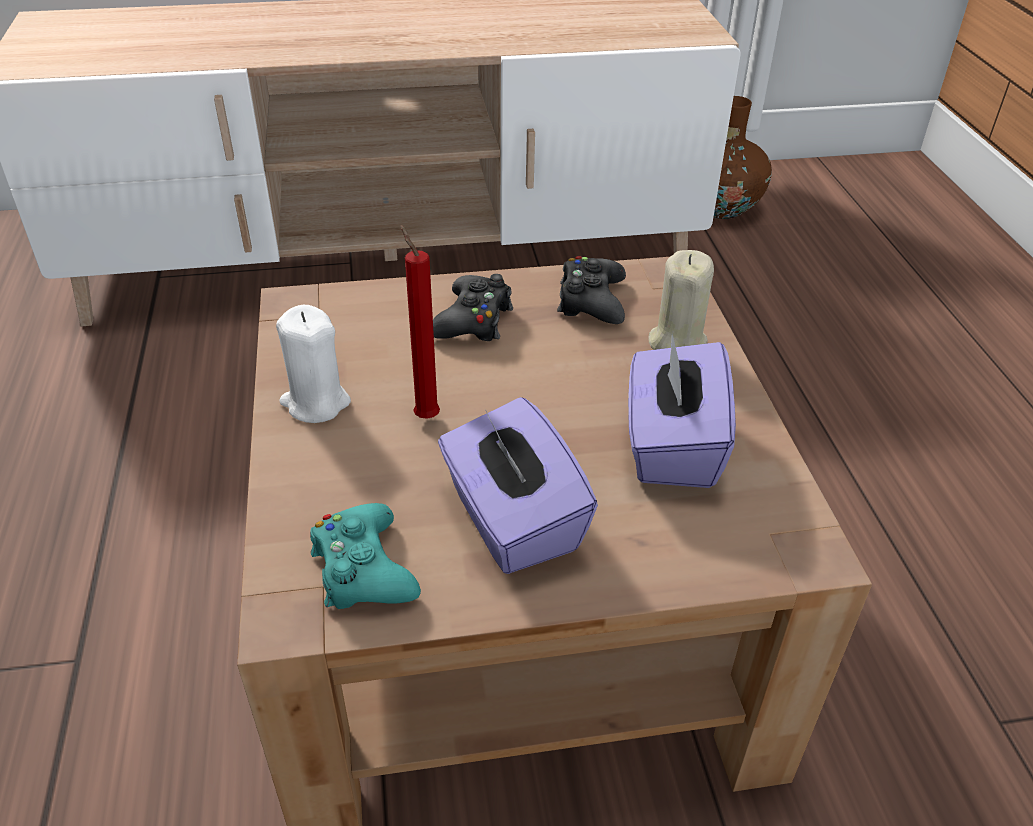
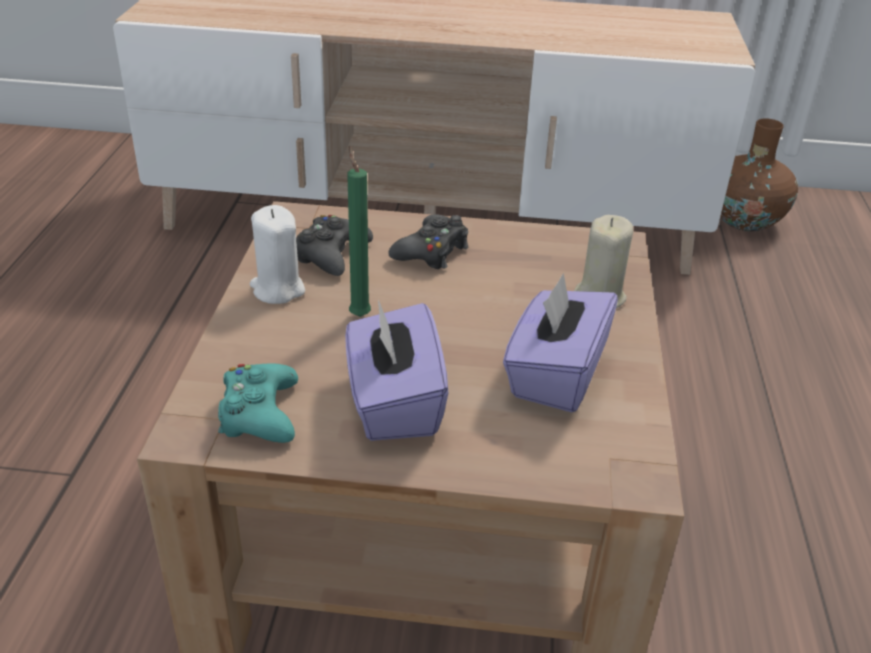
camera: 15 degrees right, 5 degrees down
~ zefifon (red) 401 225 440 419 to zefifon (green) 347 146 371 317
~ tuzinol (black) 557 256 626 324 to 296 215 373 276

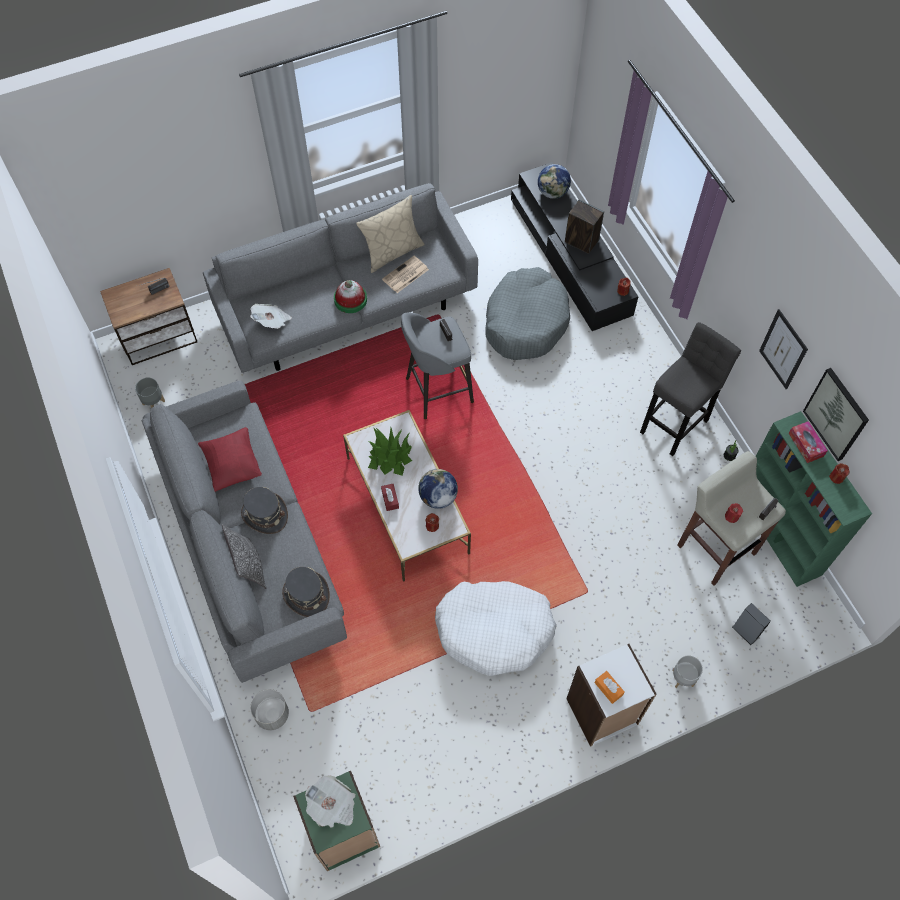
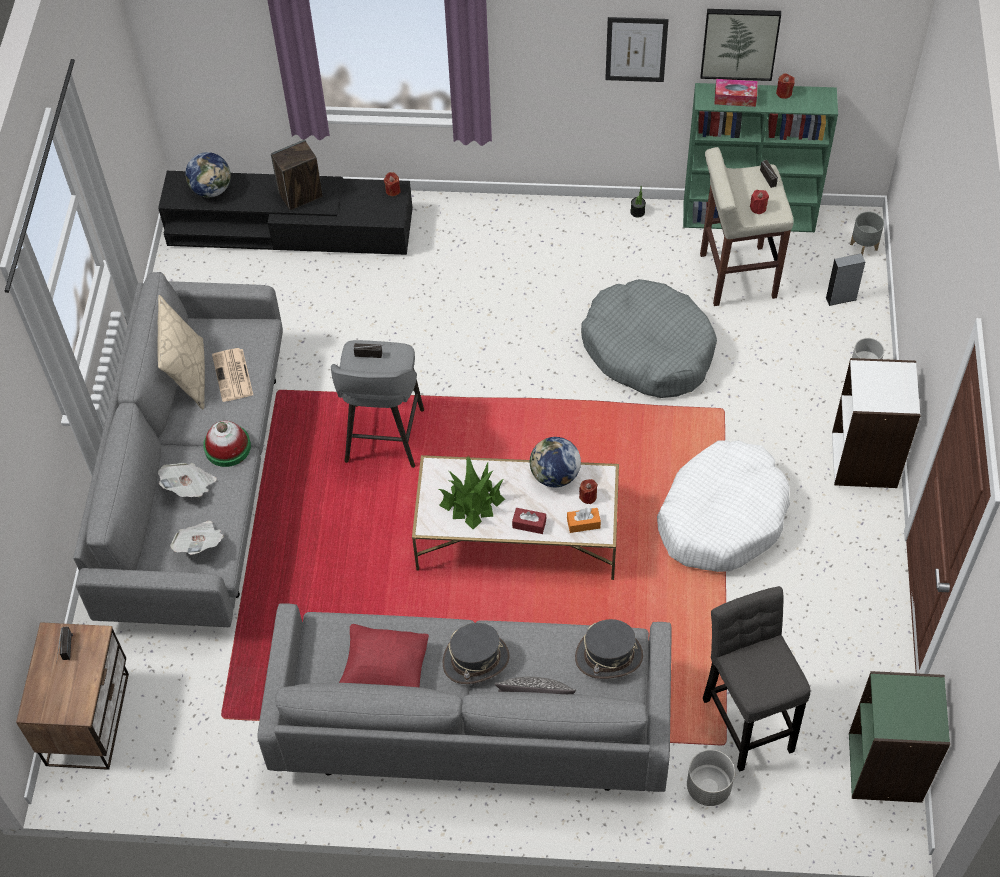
camera: 60 degrees left, 5 degrees down
~ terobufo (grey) 485 267 570 360 to 581 279 717 398
~ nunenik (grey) 640 322 741 456 to 703 586 810 772
~ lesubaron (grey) 135 377 165 408 to 850 212 884 255
~ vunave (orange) 595 671 625 704 to 567 508 601 533
~ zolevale 305 775 355 828 to 158 463 217 497

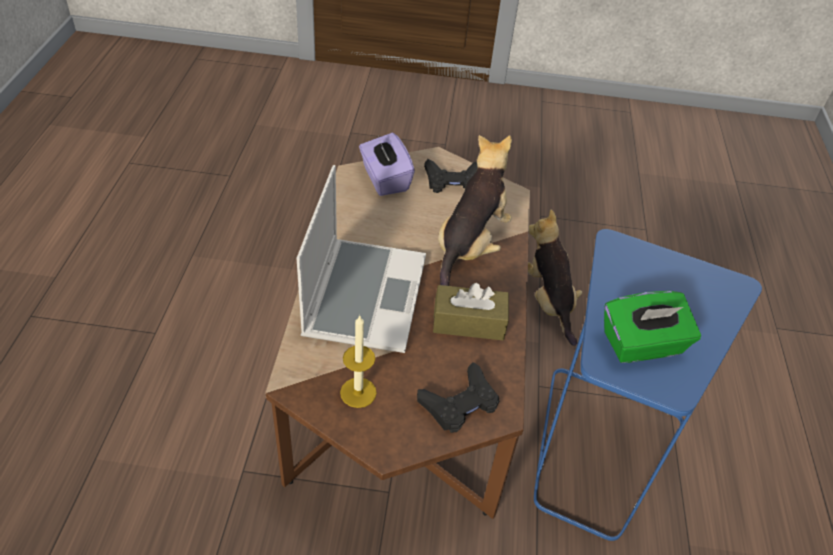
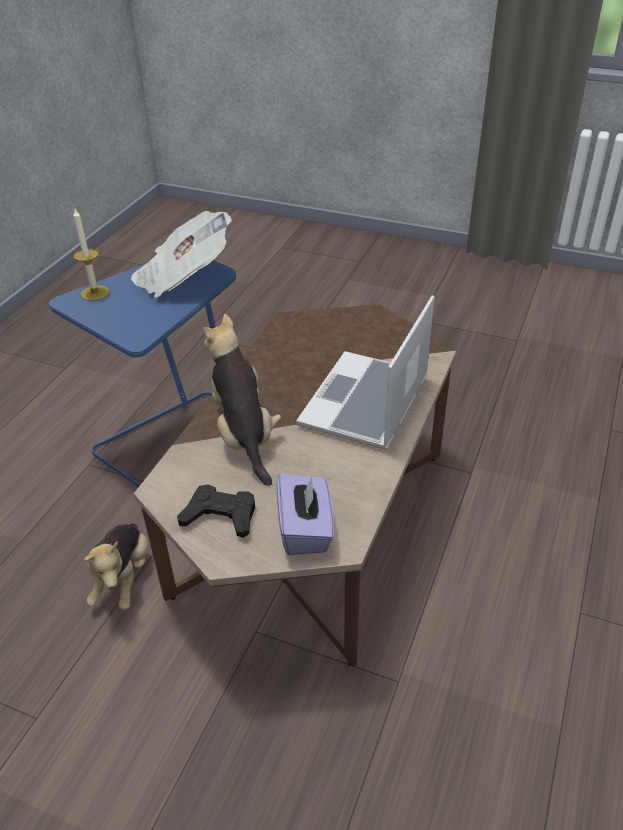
camera: 160 degrees left, 5 degrees down
~ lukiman 438 135 512 286 = 203 314 281 486 120 degrees clockwise
- vunave (brown) 433 283 509 340
~ vunave (green) 604 291 701 363 to zolevale 131 211 232 297
~ zefifon 340 314 377 408 to 73 209 109 301
- tuzinol (black) 417 362 499 433

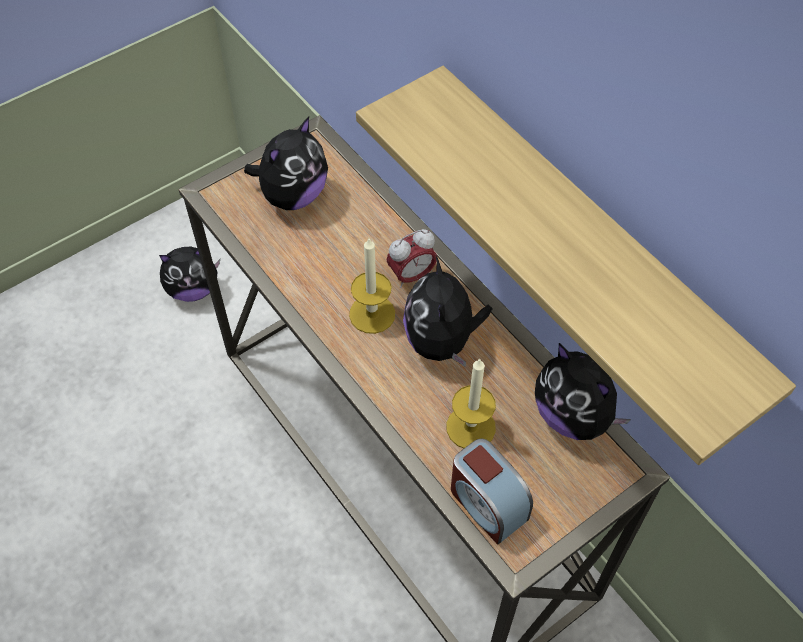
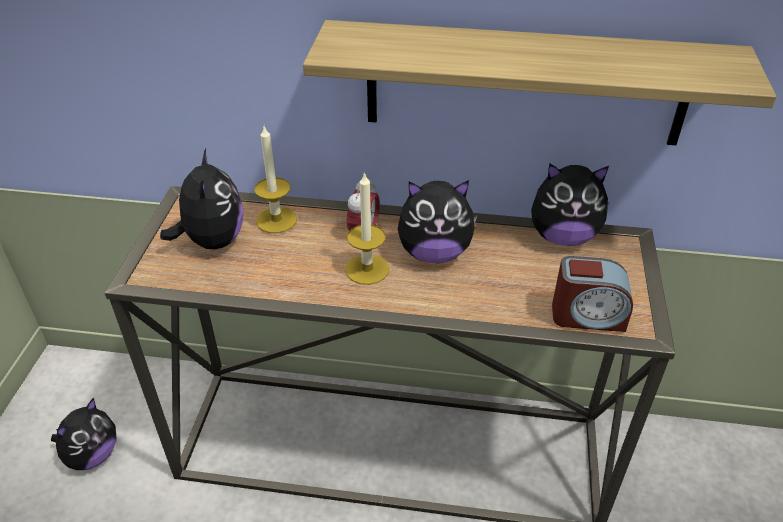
camera: 45 degrees left, 15 degrees down
~ lukiman 403 256 493 367 = 398 180 478 263 45 degrees counterclockwise
~ zefifon 446 358 496 448 to 254 126 297 233

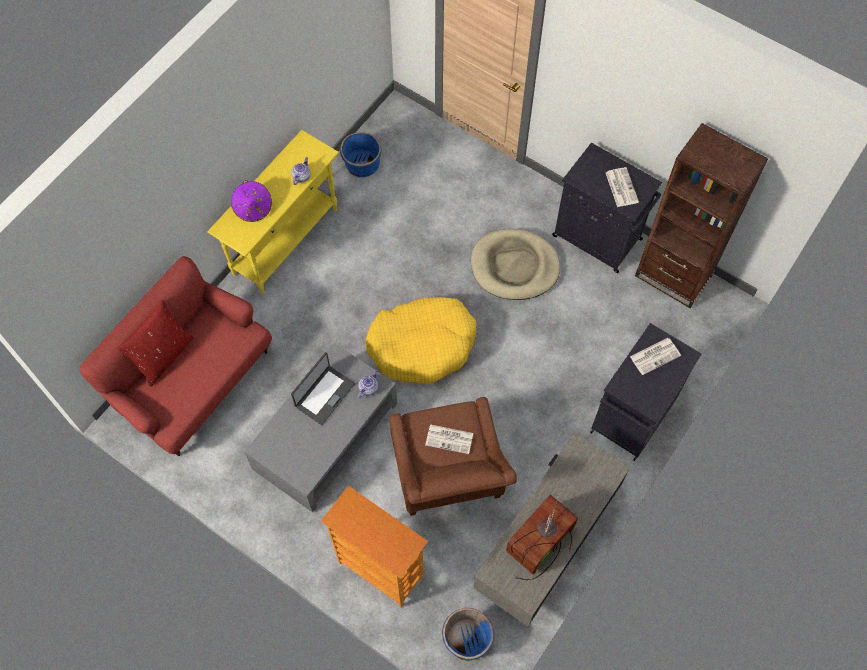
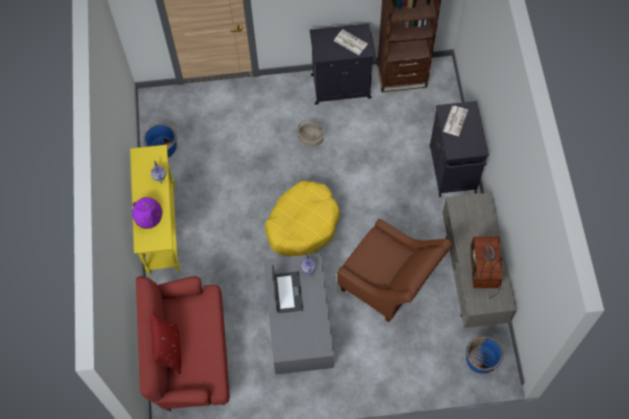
camera: 40 degrees left, 0 degrees up
~ terobufo (beige) 471 229 560 300 to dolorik 297 120 324 147
- zolevale 425 424 473 454
- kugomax 321 486 428 607

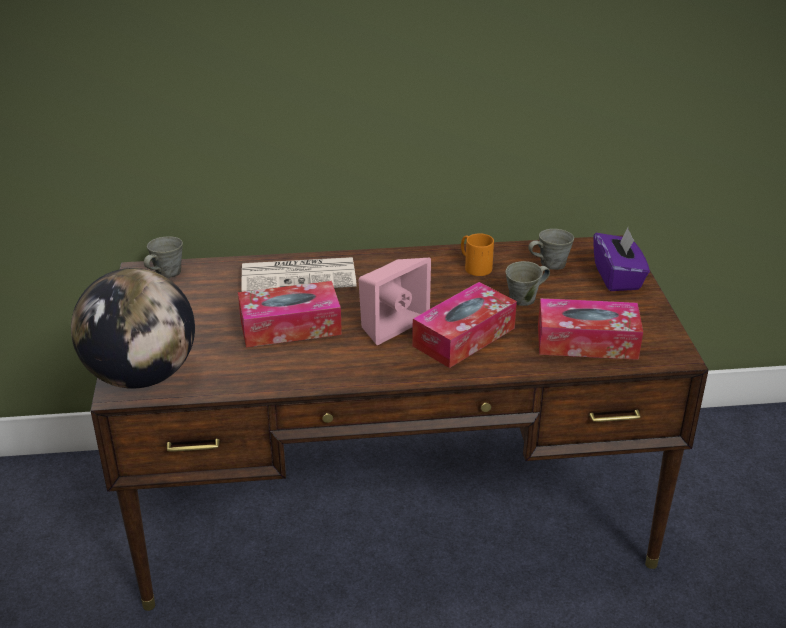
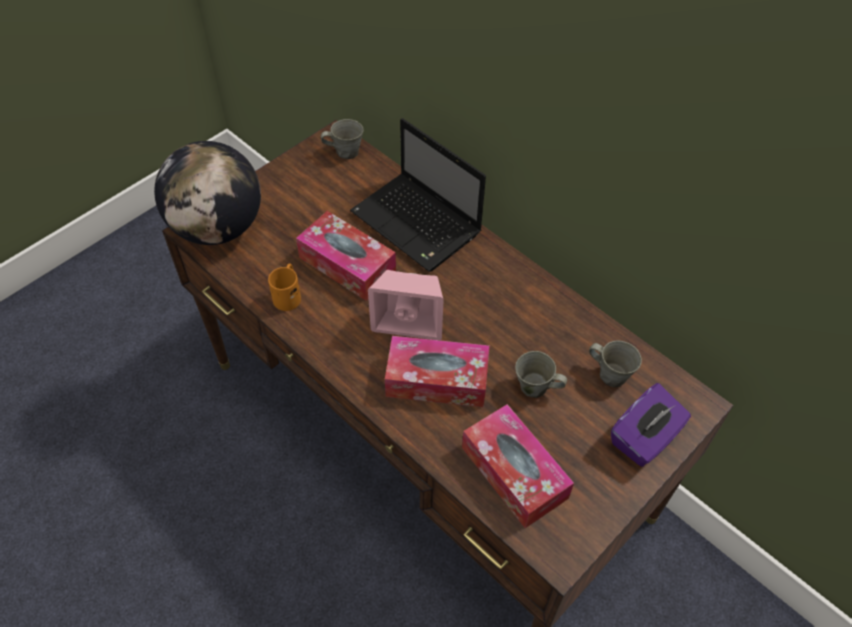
camera: 50 degrees right, 20 degrees up
~ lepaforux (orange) 461 233 494 276 to 268 264 301 311
~ zolevale 241 257 357 292 to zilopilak 350 118 486 272

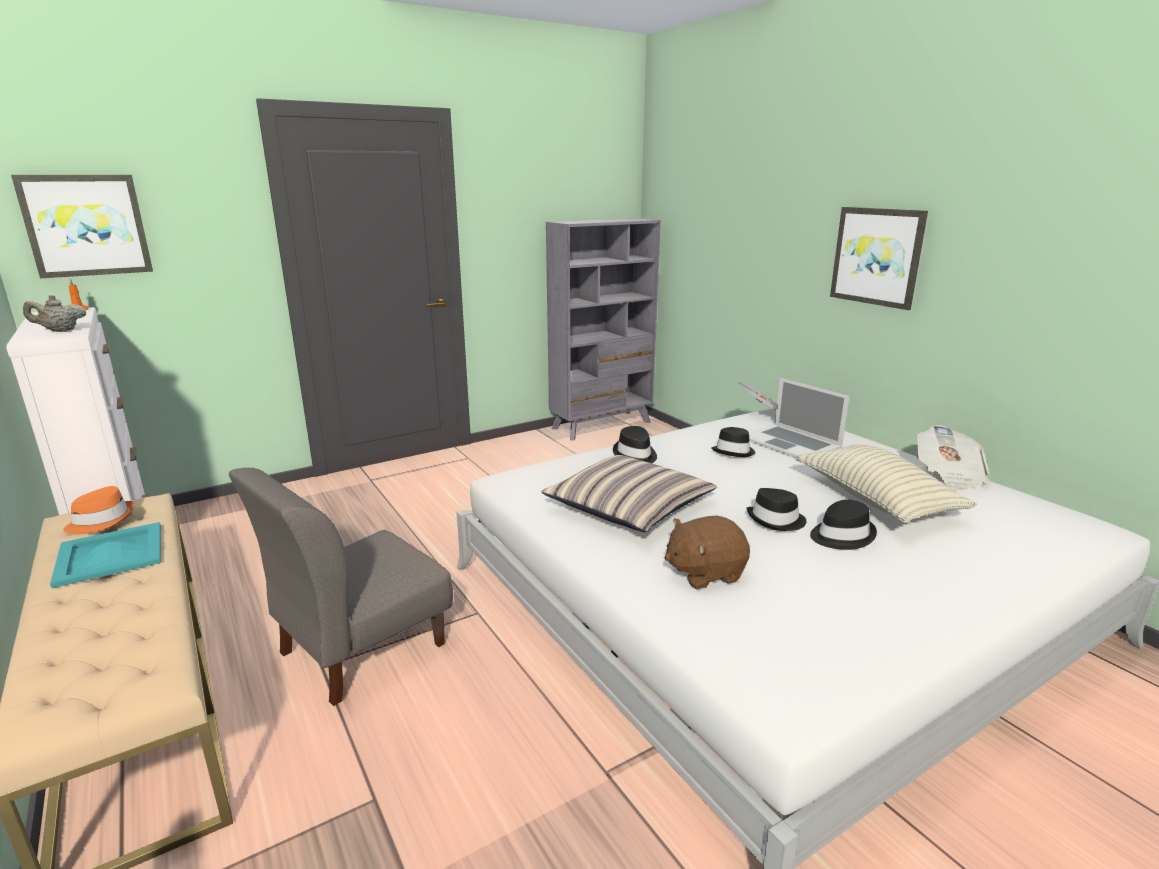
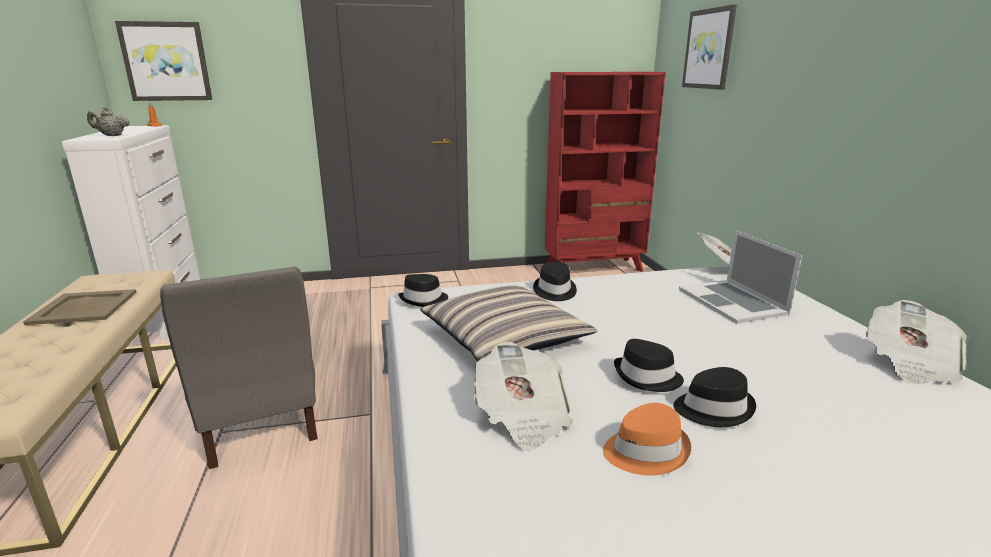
camera: 20 degrees right, 0 degrees up
~ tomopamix 830 207 928 310 to 682 4 737 90
~ kugomax (grey) 546 218 661 440 to kugomax (red) 545 72 666 272
~ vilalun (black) 711 427 755 457 to 398 274 448 307
- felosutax 795 445 976 524
~ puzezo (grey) 229 468 453 706 = 160 267 318 469 90 degrees counterclockwise
~ vilalun (orange) 63 486 134 534 to 603 403 691 476
~ lukiman (brown) 665 515 750 589 to zolevale 474 342 573 451
~ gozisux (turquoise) 50 522 161 588 to gozisux (beige) 23 289 136 325

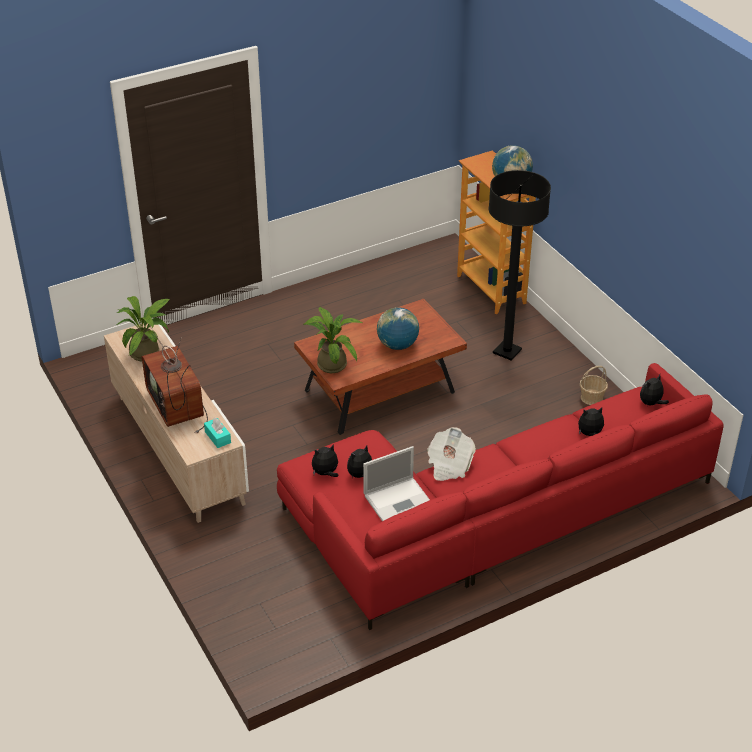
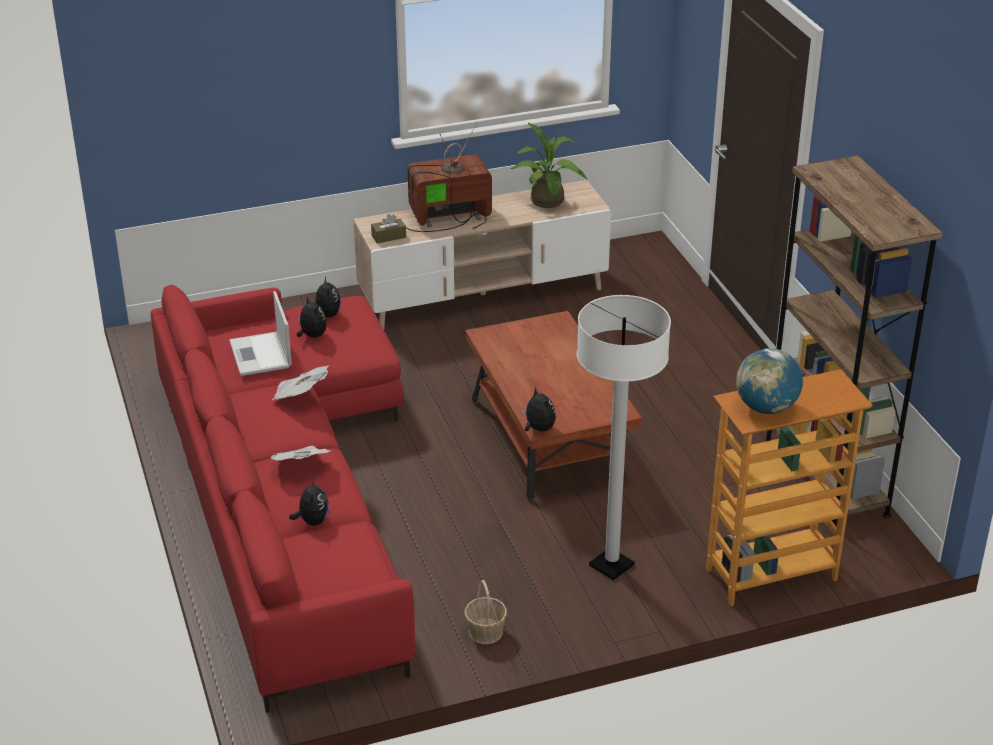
camera: 100 degrees right, 5 degrees down
~ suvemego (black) 489 170 551 360 to suvemego (white) 577 295 671 580
- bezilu 303 307 362 373
- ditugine 377 307 419 350
~ lukiman 640 375 669 407 to 522 387 556 431
~ vunave (turquoise) 204 418 231 448 to vunave (brown) 371 214 406 243
+ kugomax (brown) 765 156 943 527
+ zolevale 270 446 332 461

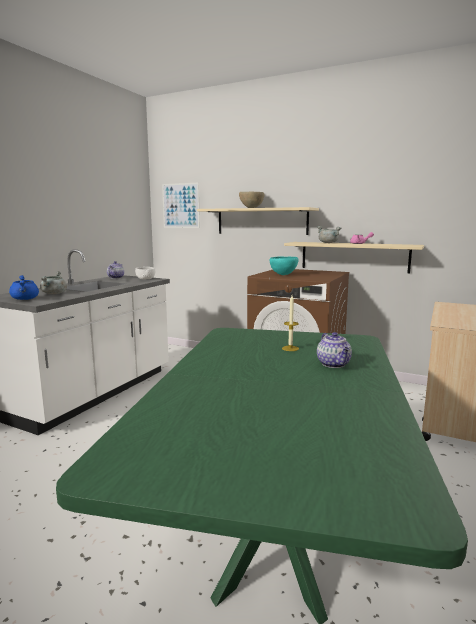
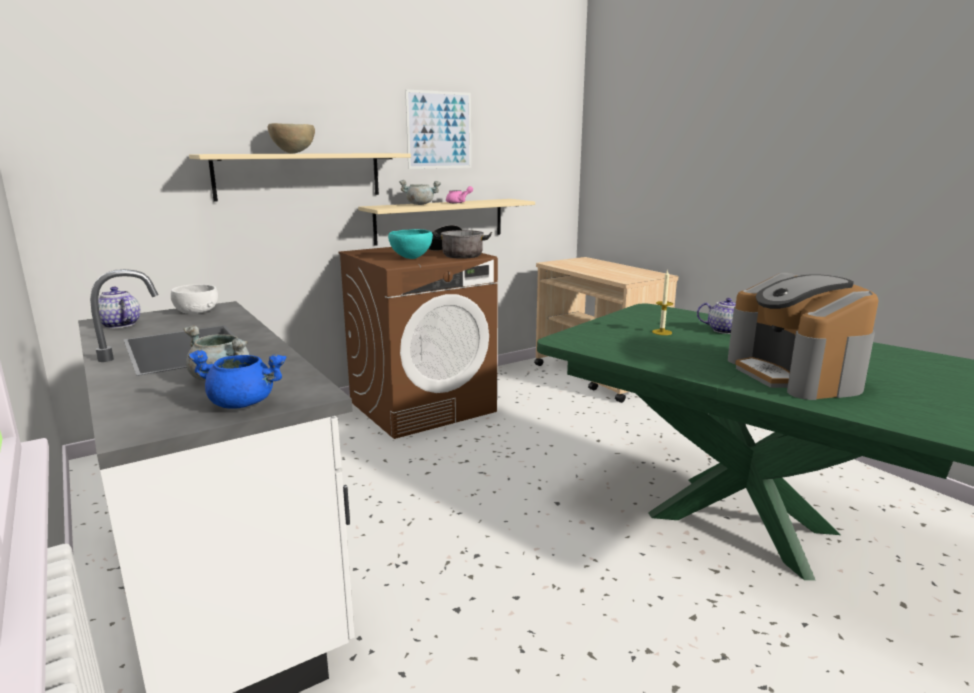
camera: 60 degrees left, 5 degrees up
~ tomopamix 162 182 200 228 to 405 89 471 169
+ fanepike 428 225 492 259
+ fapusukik 728 273 879 400

